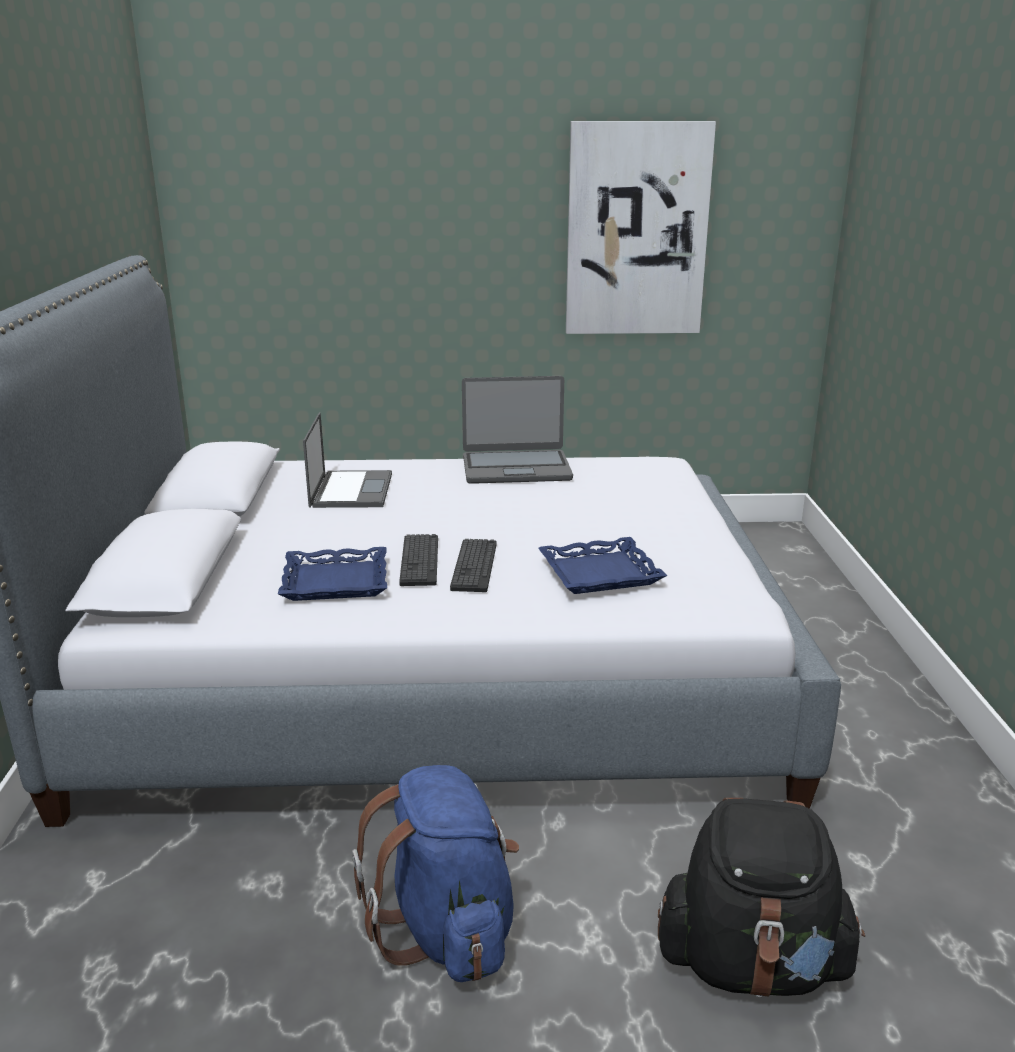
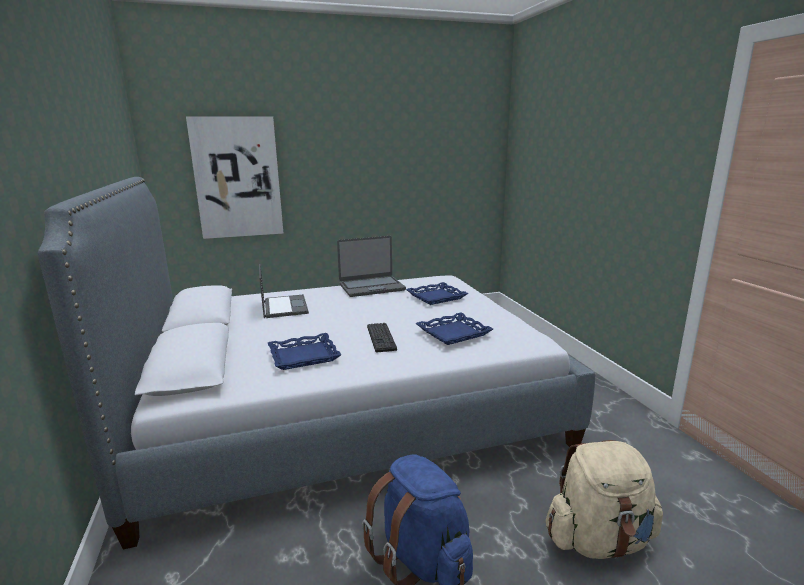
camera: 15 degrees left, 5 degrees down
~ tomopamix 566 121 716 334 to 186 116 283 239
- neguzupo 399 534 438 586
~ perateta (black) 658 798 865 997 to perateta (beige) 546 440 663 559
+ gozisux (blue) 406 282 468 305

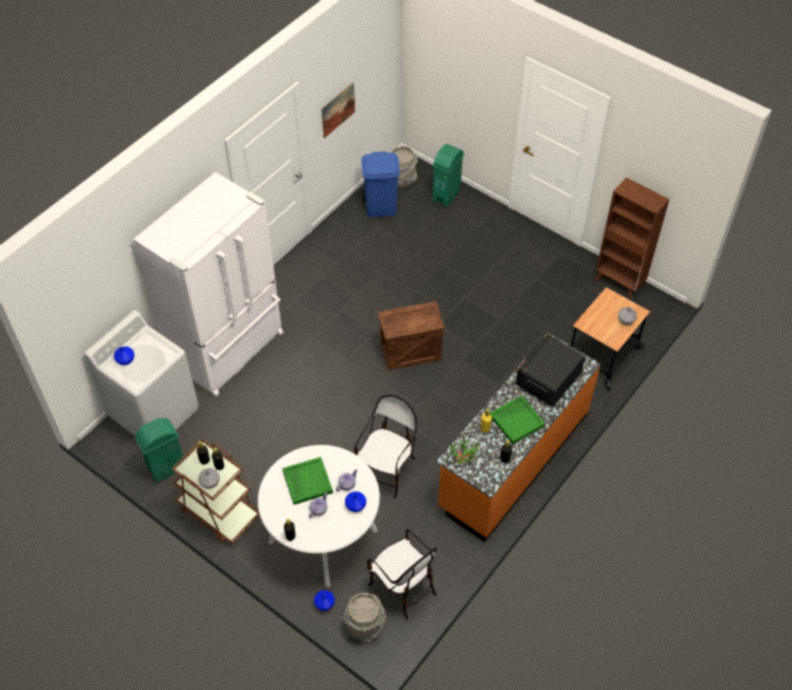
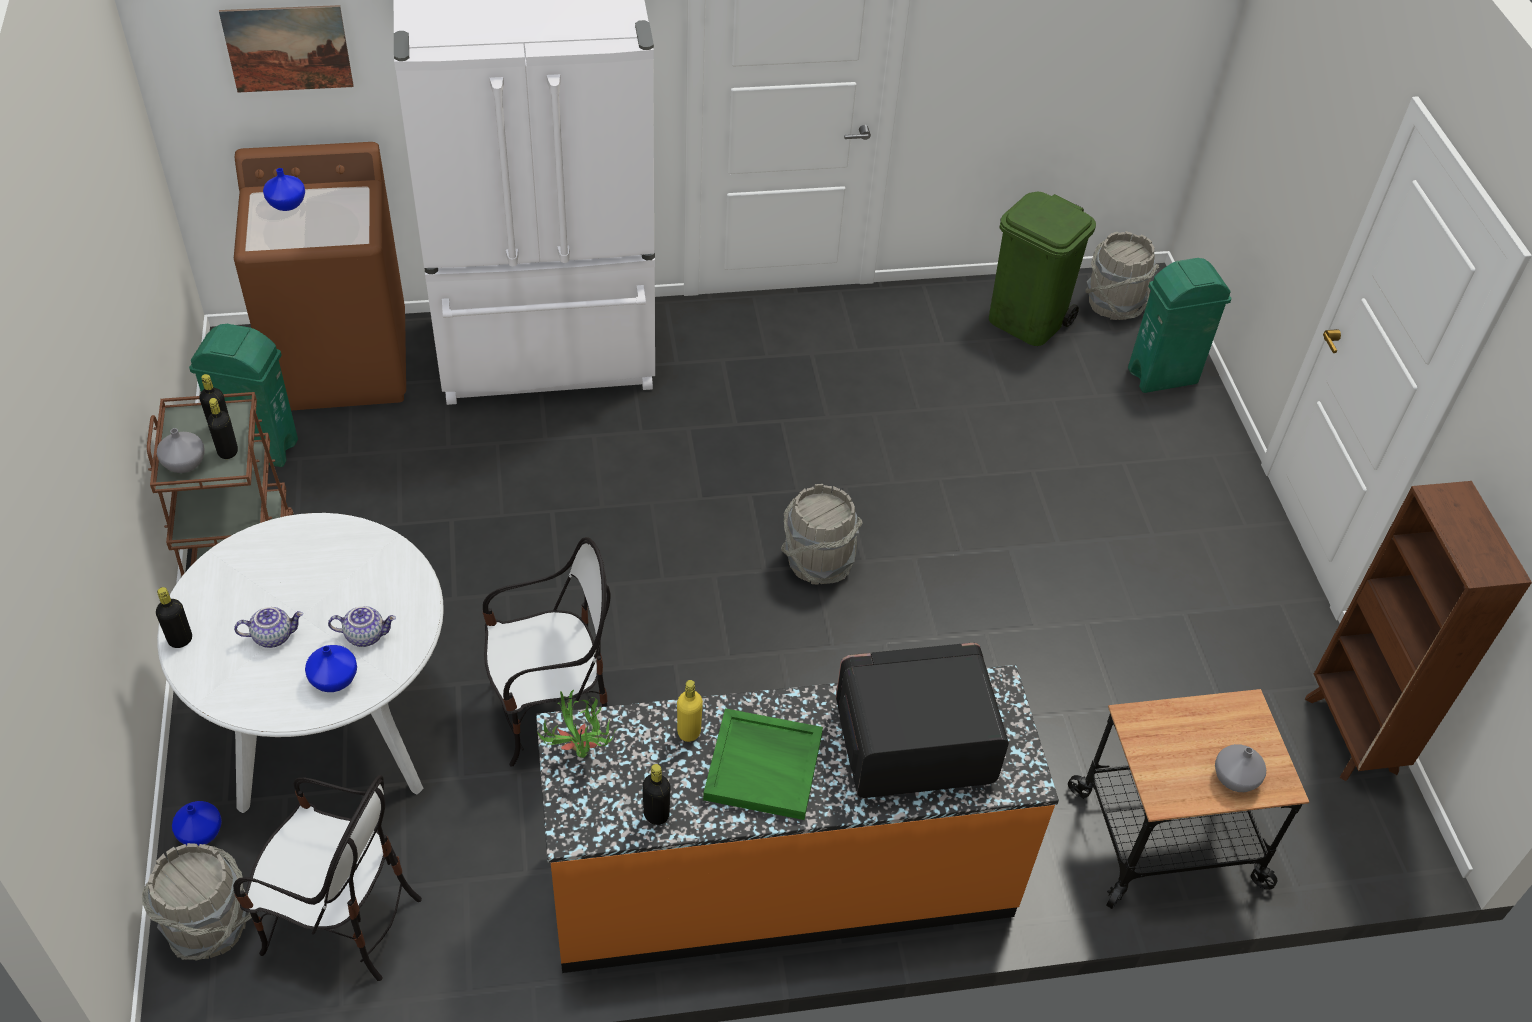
camera: 40 degrees right, 5 degrees down
~ tomopamix 321 82 355 138 to 219 5 354 93
~ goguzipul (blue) 361 151 400 217 to goguzipul (green) 989 191 1096 346
~ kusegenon 378 301 445 370 to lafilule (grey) 781 484 863 585
~ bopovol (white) 84 310 199 436 to bopovol (brown) 234 142 406 411
- gozisux (green) 282 457 333 505
~ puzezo 367 529 437 620 = 233 775 422 981 75 degrees counterclockwise

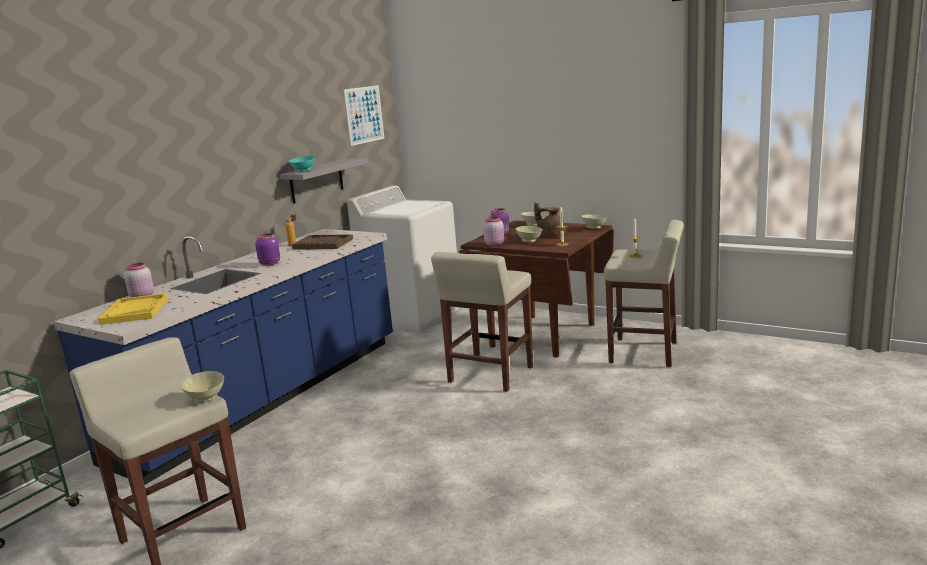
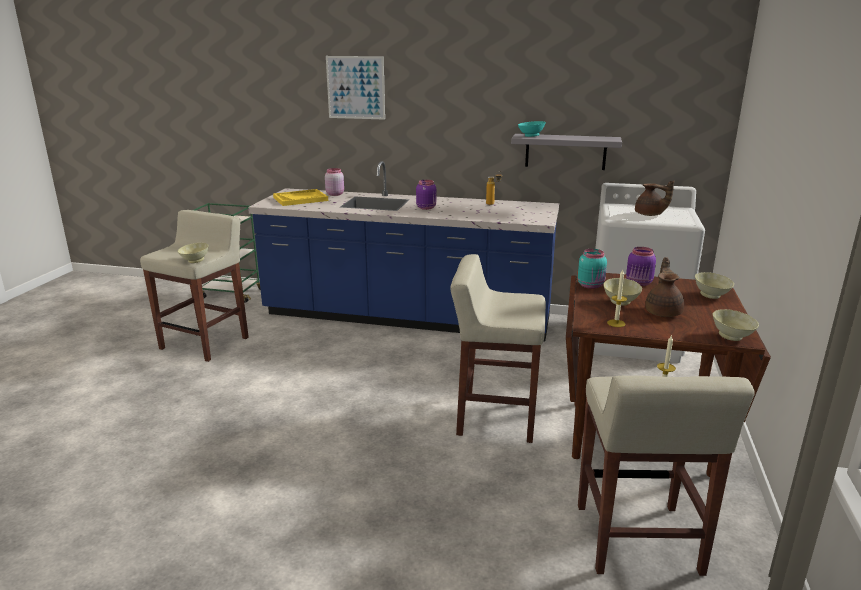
camera: 70 degrees right, 5 degrees up
~ tomopamix 344 85 385 146 to 326 56 385 120
~ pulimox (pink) 483 216 504 246 to pulimox (turquoise) 578 249 607 289
- gozisux (brown) 292 234 353 249
+ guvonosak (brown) 635 180 674 216

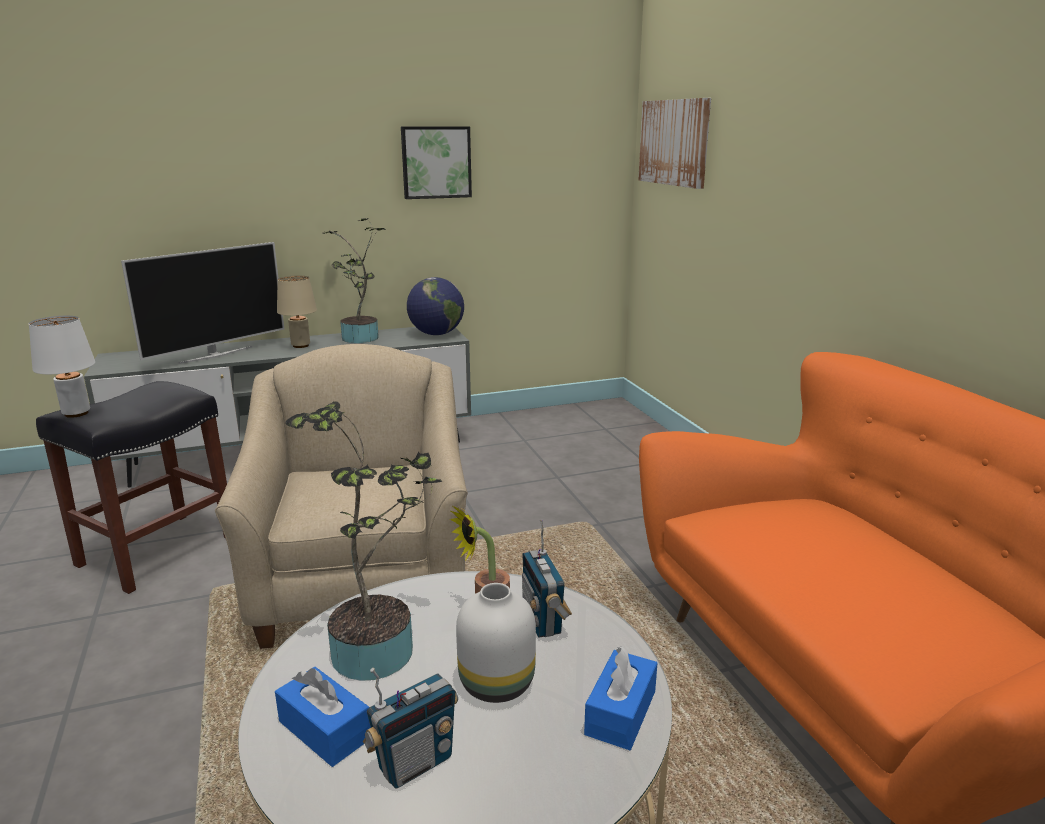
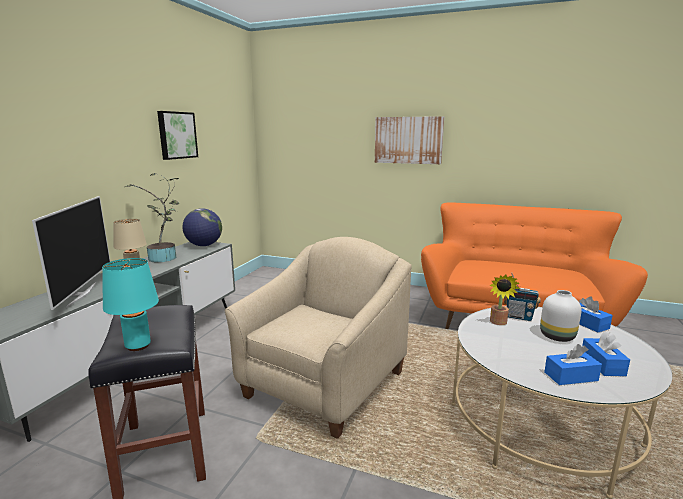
camera: 50 degrees left, 5 degrees down
~ tomopamix 638 98 711 189 to 375 116 444 164
~ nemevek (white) 29 316 95 418 to nemevek (turquoise) 102 258 159 351
~ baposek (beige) 215 344 468 649 = 225 237 412 439 90 degrees clockwise
- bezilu 285 401 442 681
~ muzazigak 363 668 458 789 to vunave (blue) 582 331 630 376

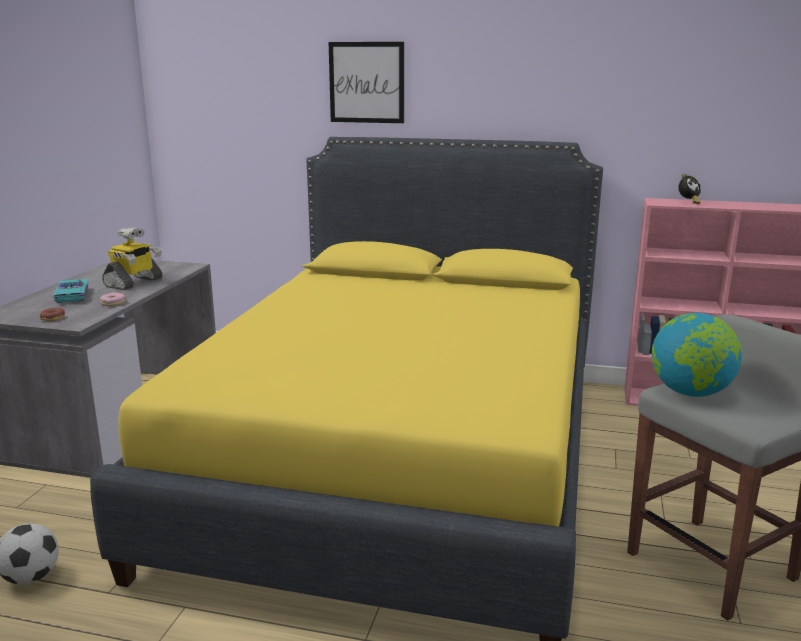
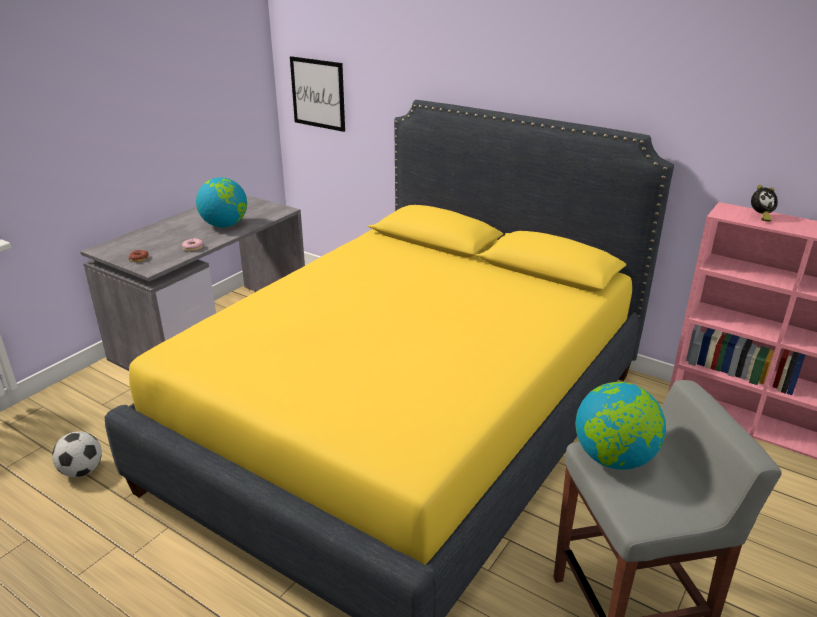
camera: 20 degrees right, 10 degrees up
~ tomopamix 329 42 404 123 to 290 56 345 132
~ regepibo 102 227 163 290 to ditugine 196 177 247 228
- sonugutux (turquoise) 53 279 89 303

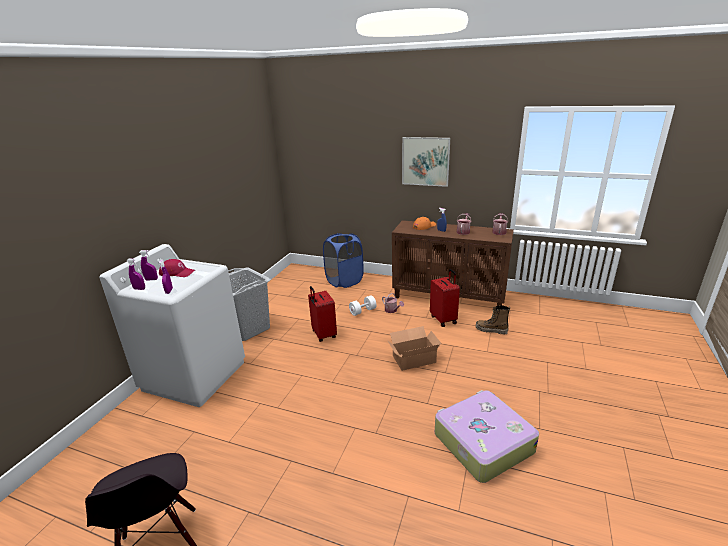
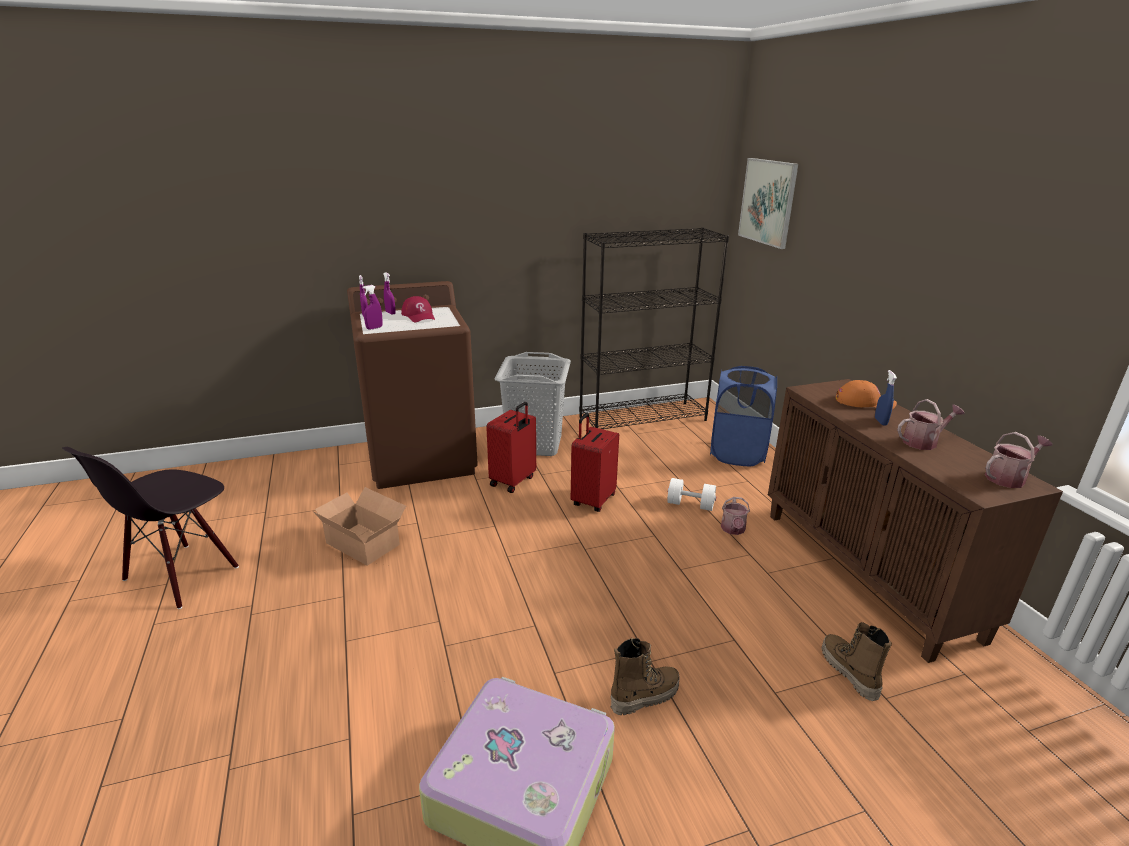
camera: 50 degrees right, 0 degrees up
~ tomopamix 402 137 450 187 to 738 158 798 249
~ bopovol (white) 99 244 245 407 to bopovol (brown) 347 281 478 489
~ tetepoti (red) 430 269 460 327 to 486 402 536 493
~ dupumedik 387 326 441 371 to 313 487 406 566
+ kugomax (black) 579 227 729 429
+ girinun 611 638 680 715

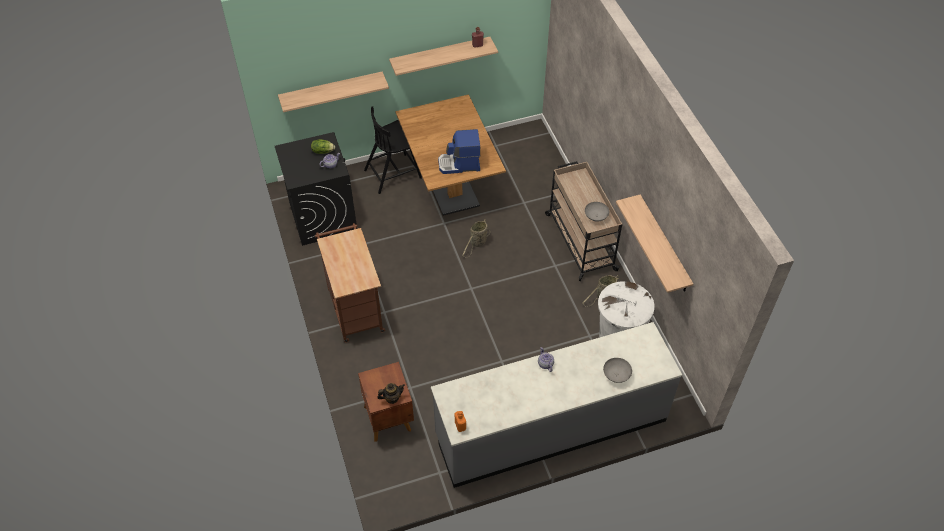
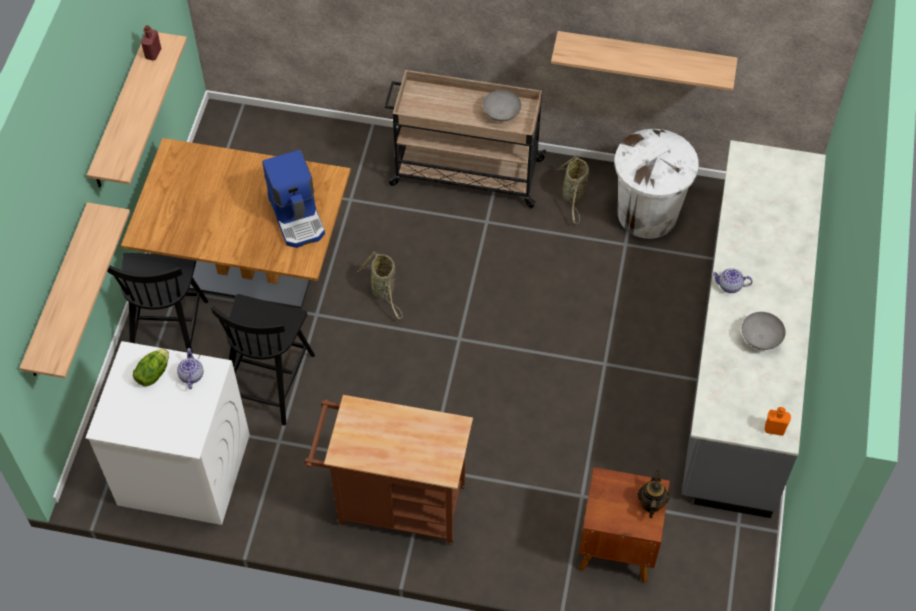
camera: 60 degrees left, 5 degrees up
~ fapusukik 438 129 481 174 = 262 150 325 248 45 degrees counterclockwise
~ bopovol (black) 275 132 357 246 to bopovol (white) 85 341 250 525
~ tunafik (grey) 603 358 632 383 to 742 312 786 350
+ puzezo (black) 211 294 315 426

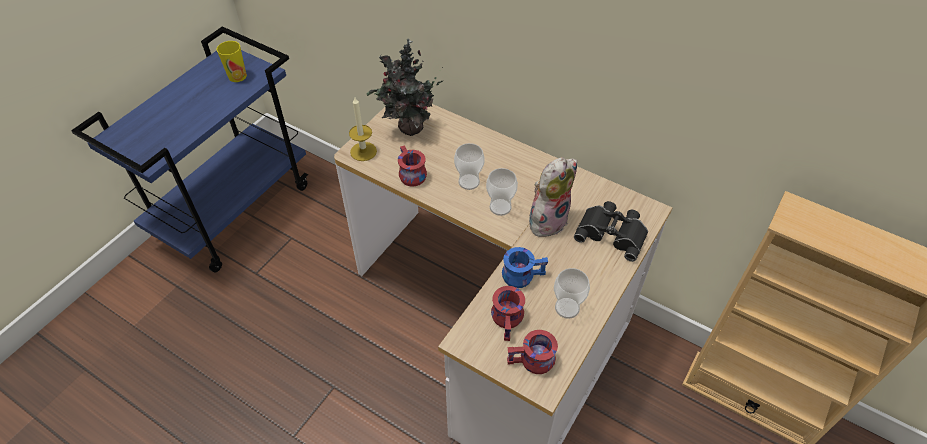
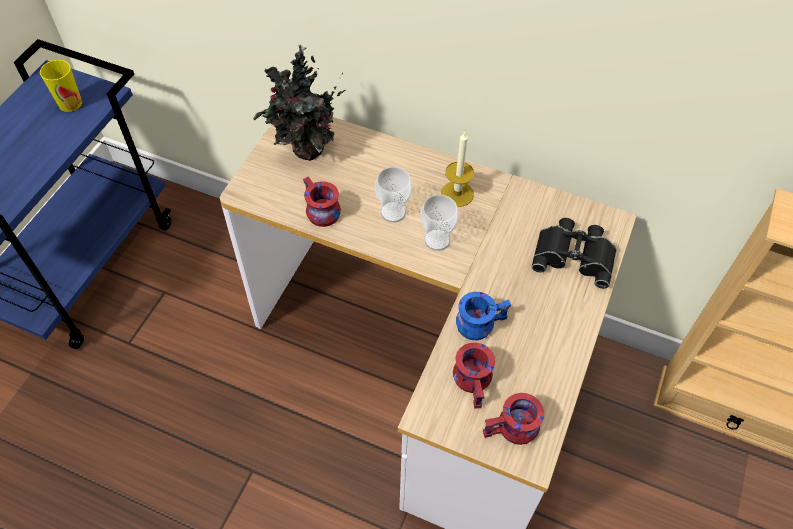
camera: 10 degrees left, 5 degrees up
~ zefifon 349 97 377 161 to 441 131 474 207
- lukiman 529 157 577 237
- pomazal 554 268 590 319

